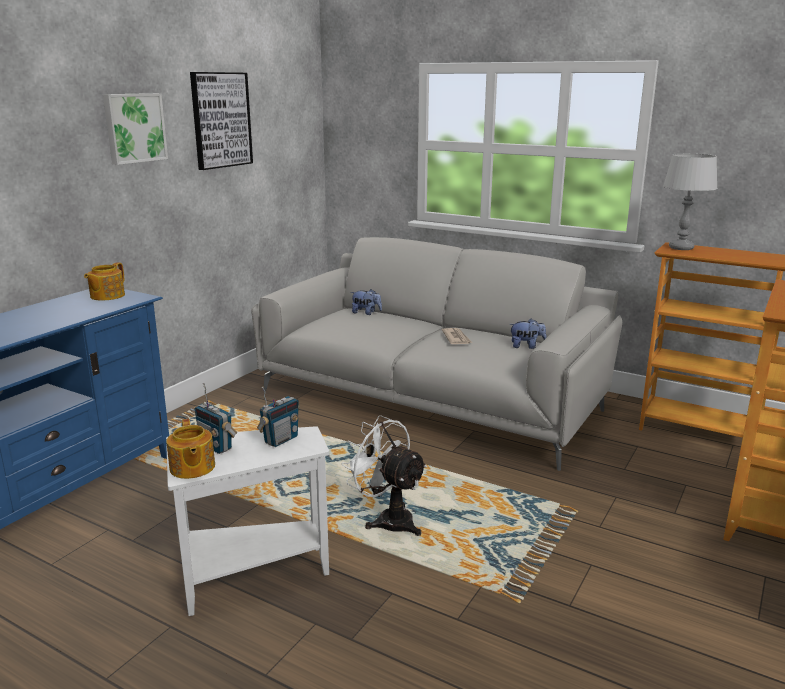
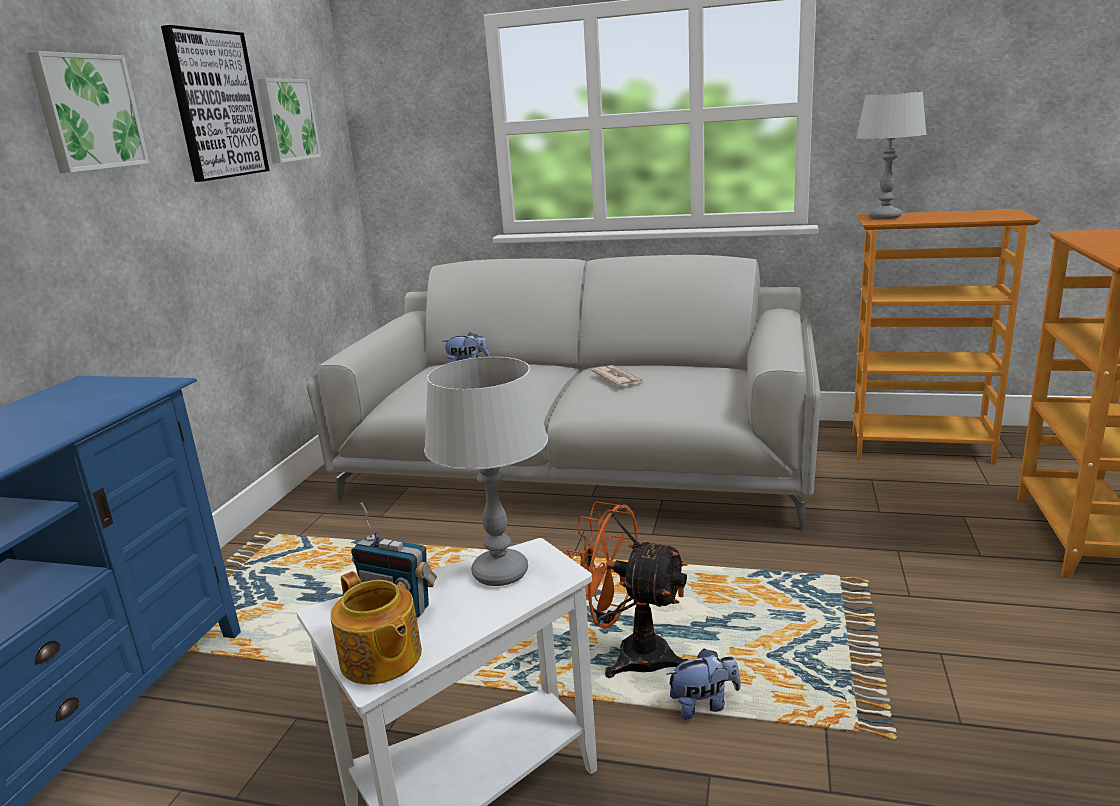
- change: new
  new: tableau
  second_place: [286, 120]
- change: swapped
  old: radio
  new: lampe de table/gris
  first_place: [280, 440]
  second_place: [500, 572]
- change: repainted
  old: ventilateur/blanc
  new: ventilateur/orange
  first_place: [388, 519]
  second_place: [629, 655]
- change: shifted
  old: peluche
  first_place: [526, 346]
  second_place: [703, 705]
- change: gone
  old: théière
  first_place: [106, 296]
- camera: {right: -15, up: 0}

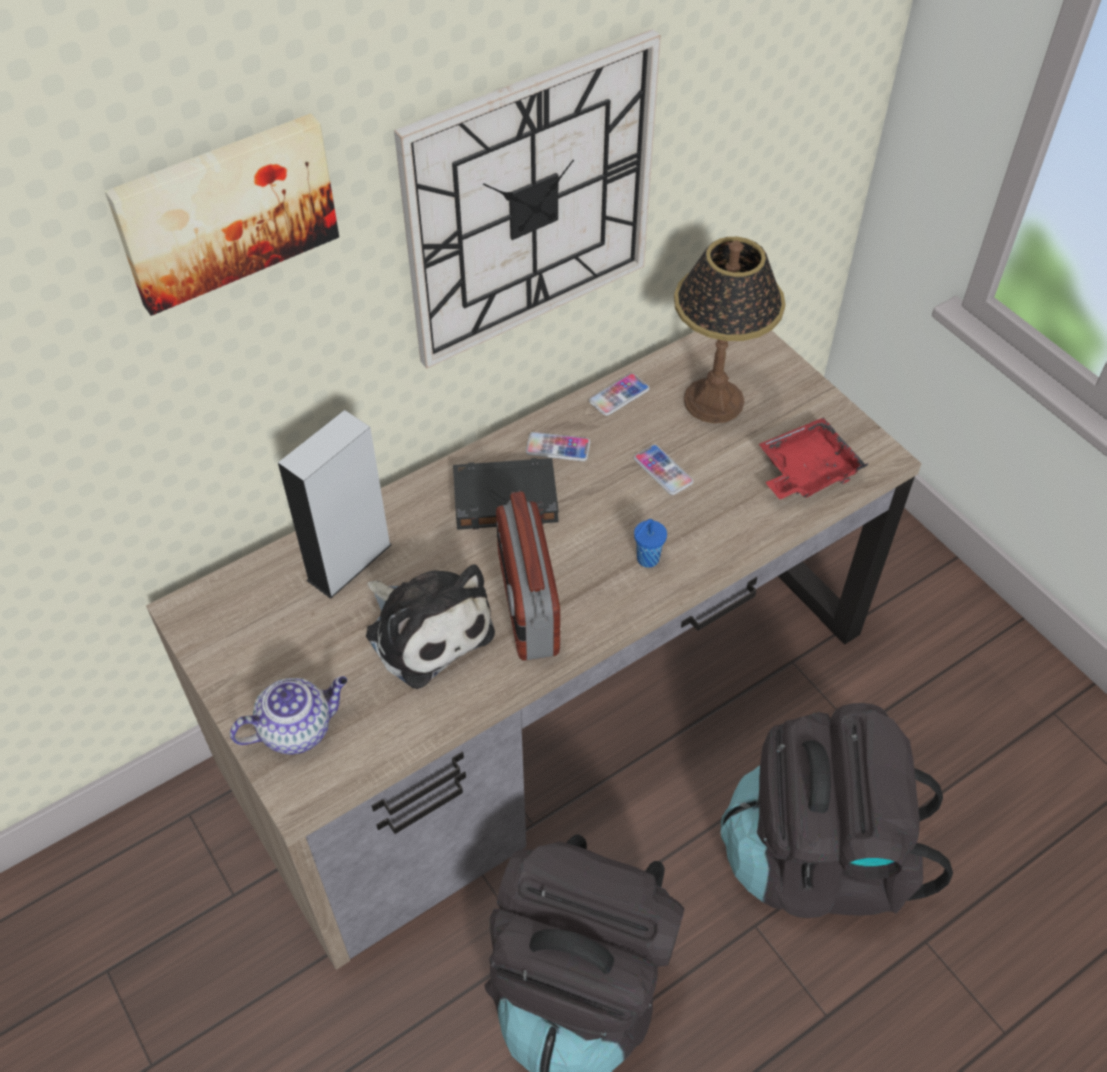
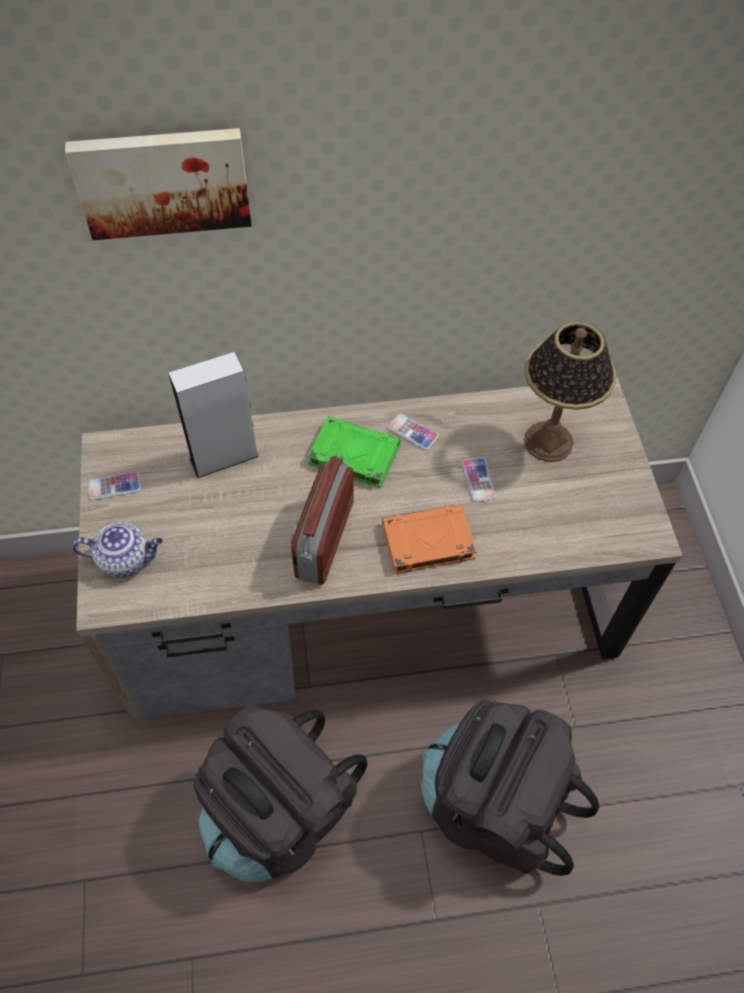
- change: shifted
  old: téléphone
  first_place: [619, 395]
  second_place: [114, 486]
- change: repainted
  old: livre/noir
  new: livre/vert
  first_place: [504, 499]
  second_place: [353, 455]
- change: swapped
  old: tasse/bleu
  new: livre/orange
  first_place: [646, 560]
  second_place: [426, 542]
- change: gone
  old: peluche
  first_place: [426, 629]
- change: gone
  old: horloge murale
  first_place: [530, 203]
- change: gone
  old: plateau/rouge
  first_place: [806, 471]
- camera: {right: 25, up: 5}

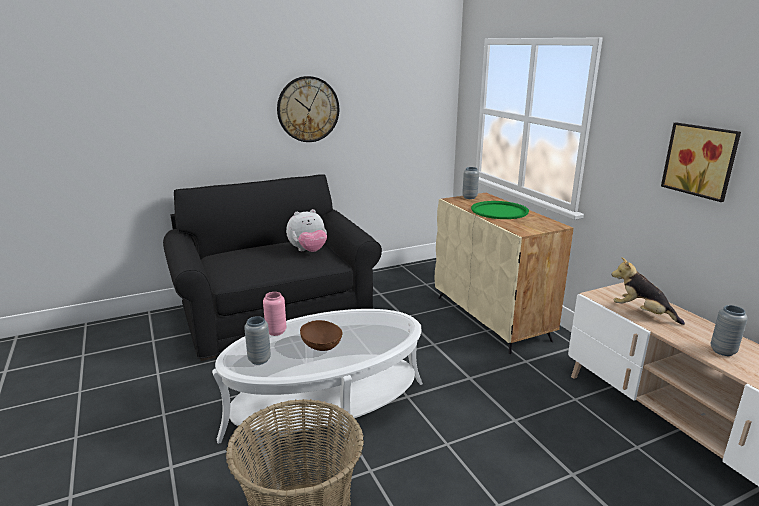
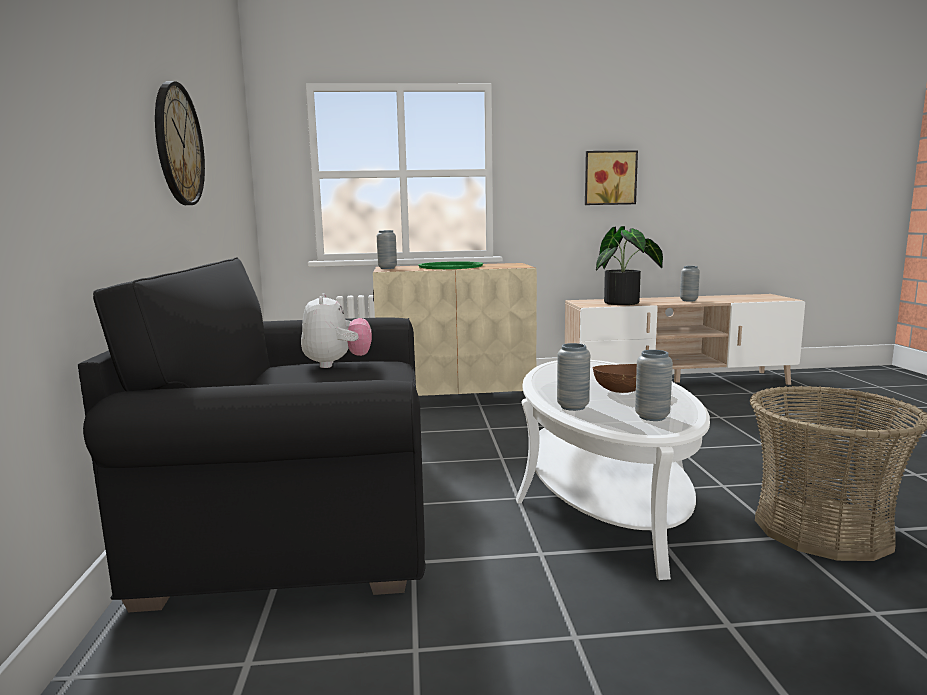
- change: repainted
  old: vase/rose
  new: vase/gris
  first_place: [276, 332]
  second_place: [572, 407]
- change: swapped
  old: peluche
  new: plante en pot
  first_place: [642, 313]
  second_place: [626, 303]
- camera: {right: -70, up: -10}

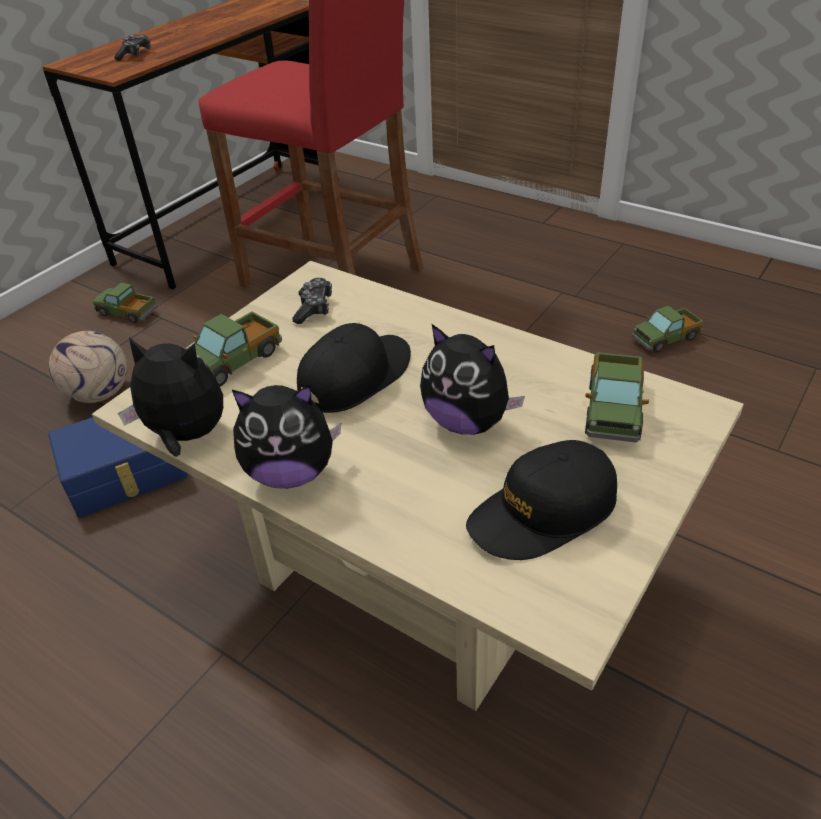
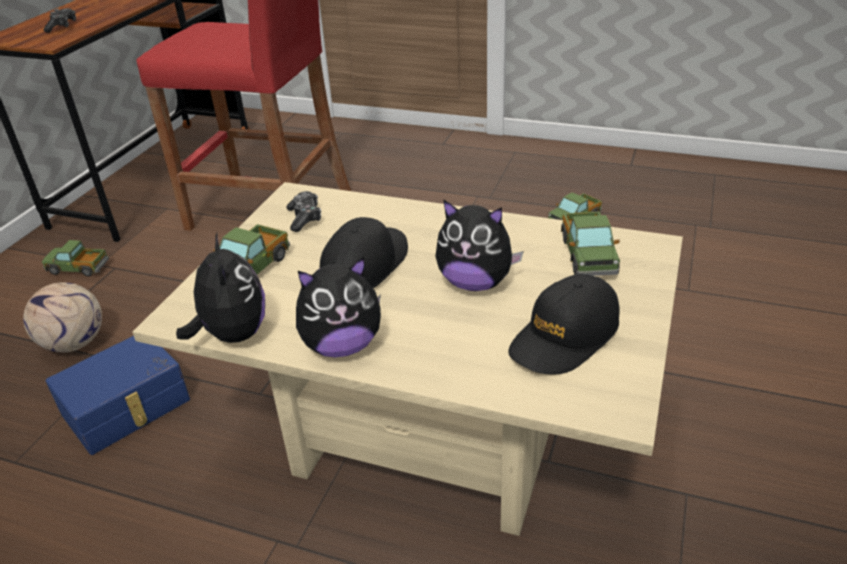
- change: rotated
  old: peluche
  first_place: [185, 436]
  second_place: [232, 334]
  degrees: 75
- camera: {right: -15, up: -5}

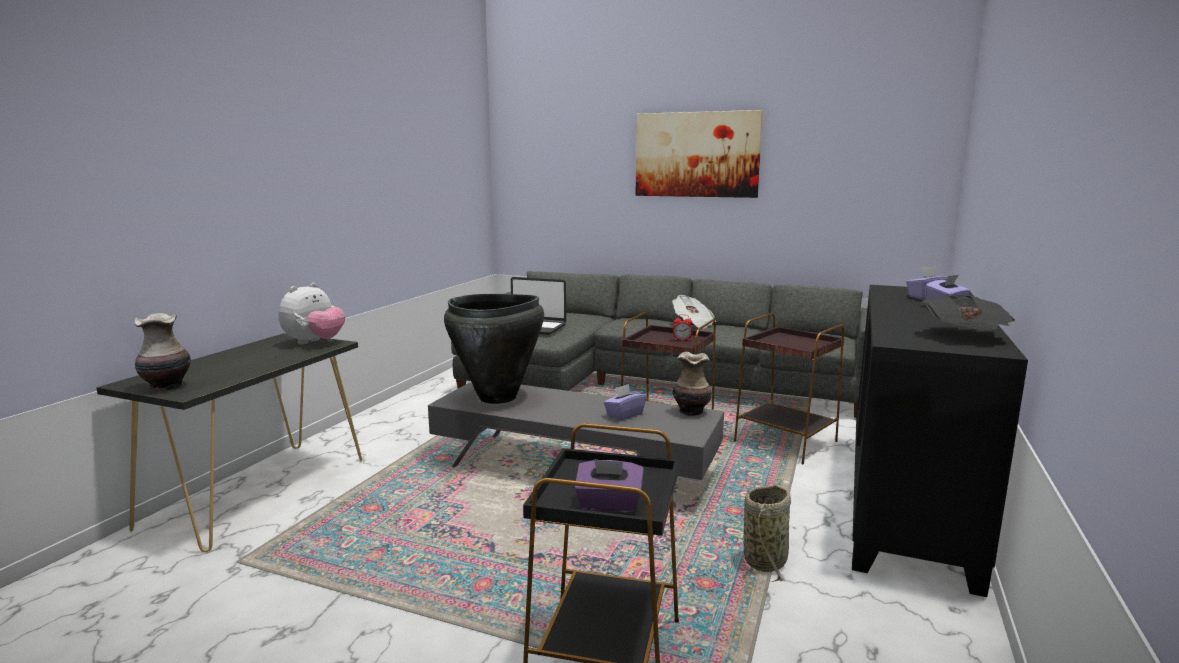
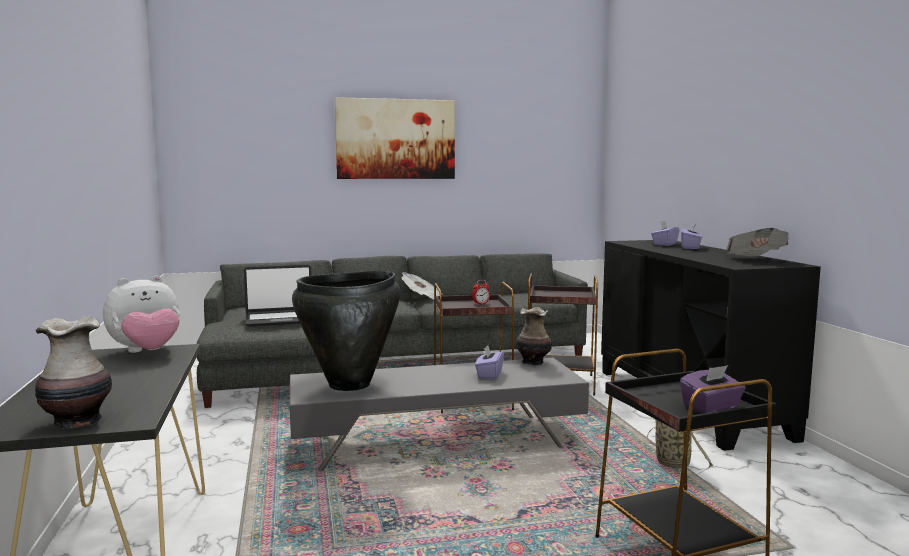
- change: rotated
  old: peluche
  first_place: [314, 342]
  second_place: [147, 352]
  degrees: 60
- camera: {right: -35, up: -5}

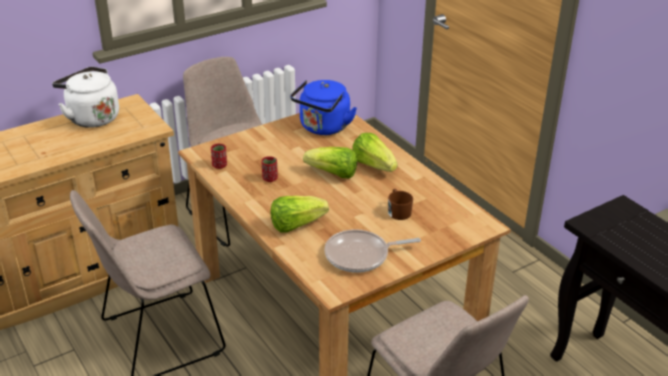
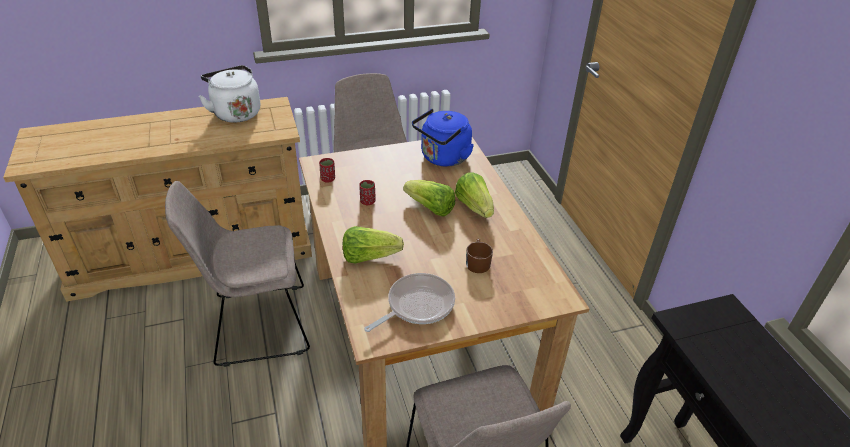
- change: rotated
  old: poêle
  first_place: [361, 255]
  second_place: [417, 305]
  degrees: 135
- camera: {right: 15, up: 5}

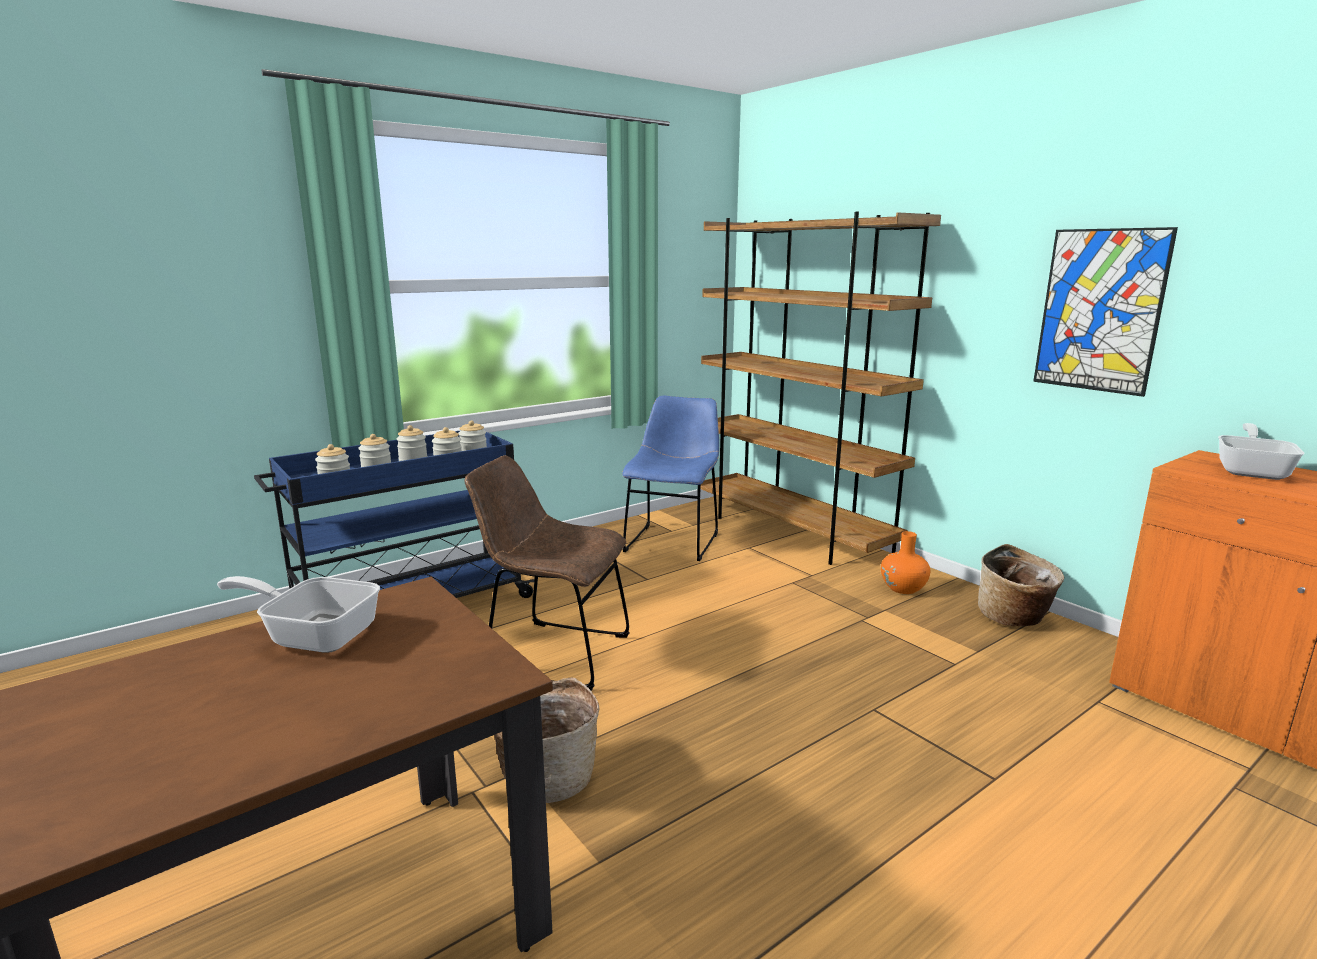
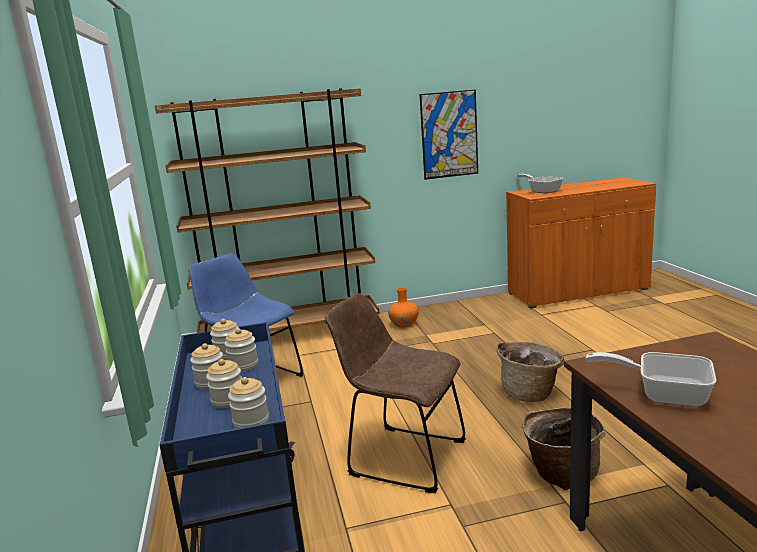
- change: rotated
  old: chaise/marron
  first_place: [553, 654]
  second_place: [402, 457]
  degrees: 75
- change: shifted
  old: panier
  first_place: [1014, 618]
  second_place: [530, 393]
- change: rotated
  old: poêle
  first_place: [314, 634]
  second_place: [663, 393]
  degrees: 75
- camera: {right: -65, up: 0}

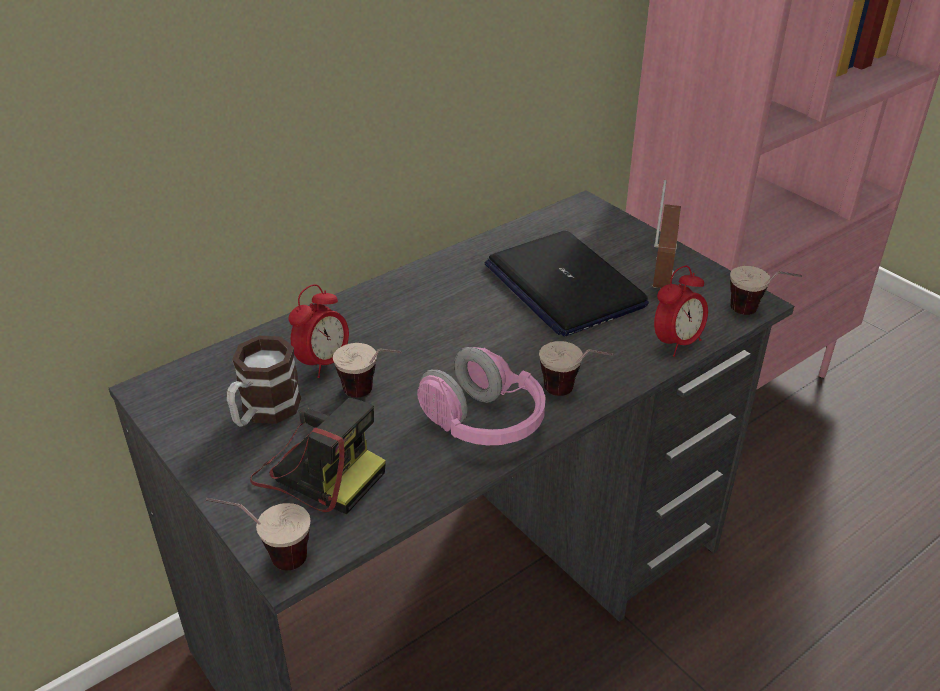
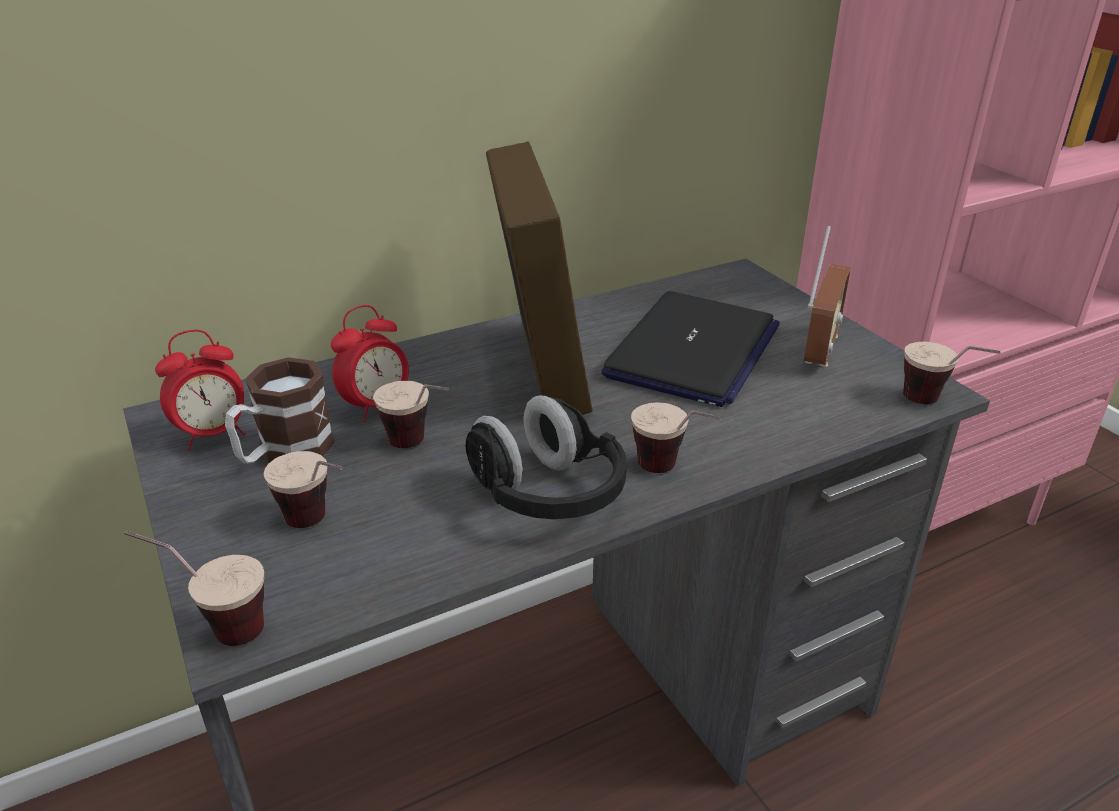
- change: shifted
  old: réveil
  first_place: [676, 343]
  second_place: [213, 435]
- change: swapped
  old: appareil photo
  new: tasse
  first_place: [317, 470]
  second_place: [320, 527]
- change: repainted
  old: casque audio/rose
  new: casque audio/noir
  first_place: [483, 422]
  second_place: [547, 493]
- change: new
  new: cadre photo
  second_place: [539, 368]
- change: rotated
  old: ordinateur portable
  first_place: [563, 285]
  second_place: [693, 351]
  degrees: -135
- camera: {right: 10, up: -5}

